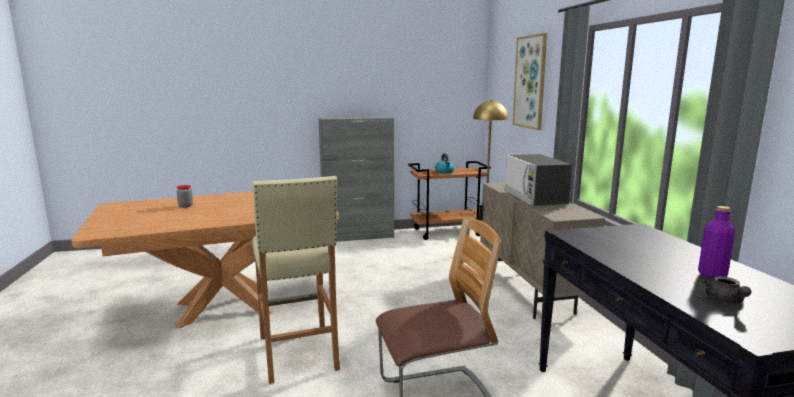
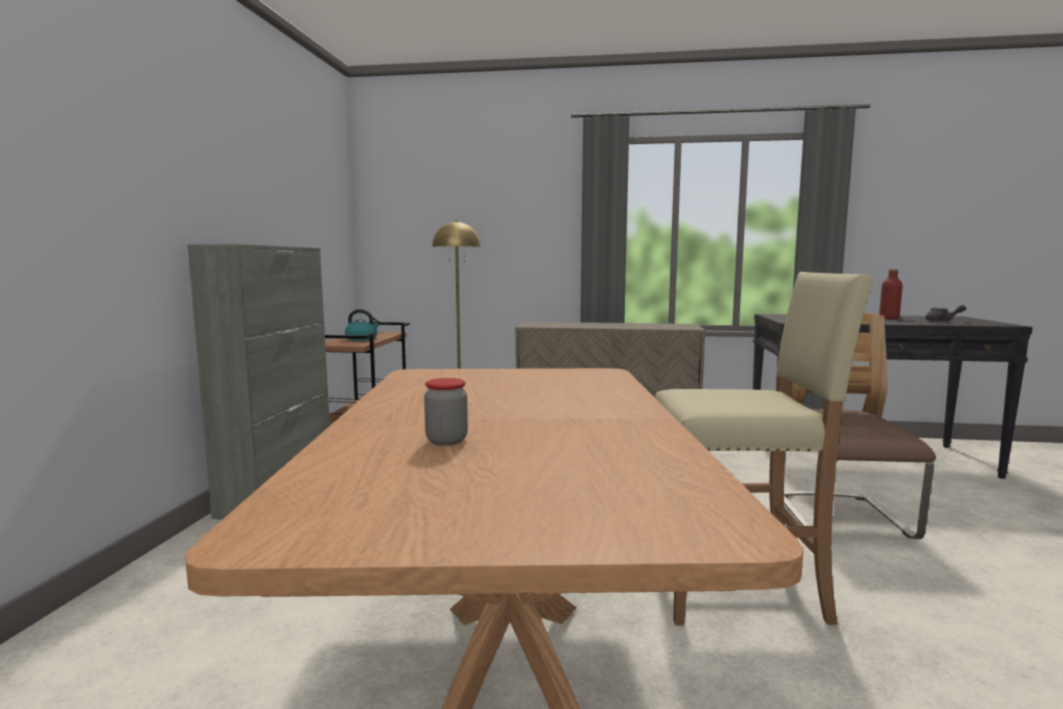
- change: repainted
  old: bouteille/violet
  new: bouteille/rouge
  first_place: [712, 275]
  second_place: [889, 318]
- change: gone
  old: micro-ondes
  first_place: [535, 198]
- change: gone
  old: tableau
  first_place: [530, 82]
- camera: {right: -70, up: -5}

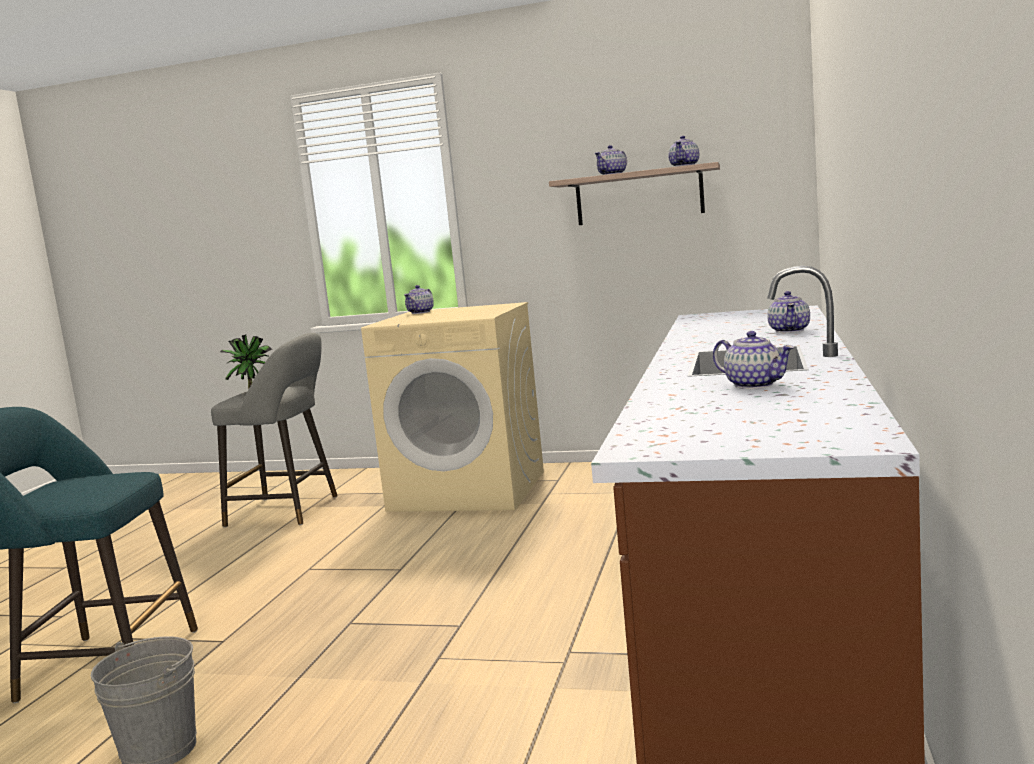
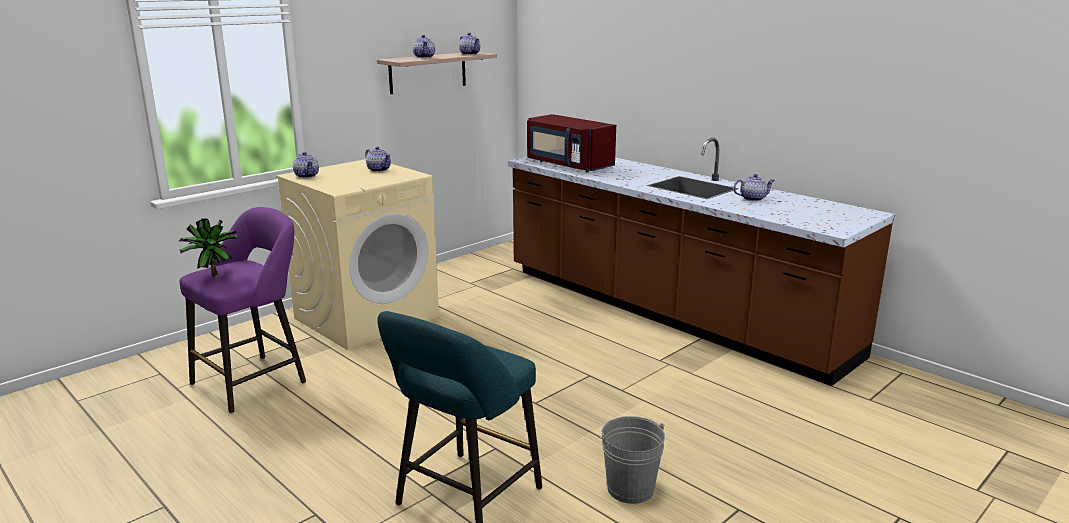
- change: repainted
  old: tabouret/gris
  new: tabouret/violet
  first_place: [288, 511]
  second_place: [254, 381]
- change: shifted
  old: théière
  first_place: [789, 330]
  second_place: [379, 170]
- change: new
  new: micro-ondes/rouge
  second_place: [568, 165]
- camera: {right: -60, up: 10}

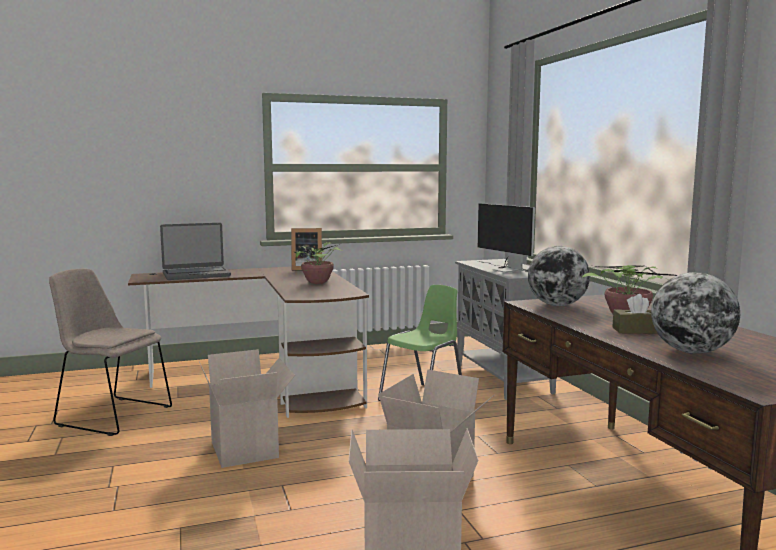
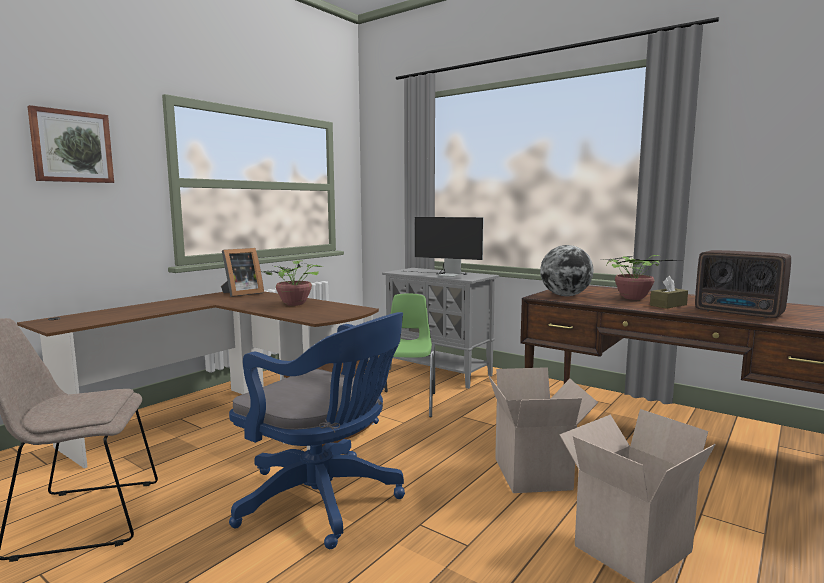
- change: new
  new: tableau
  second_place: [71, 146]
- change: swapped
  old: carton
  new: chaise de bureau/bleu
  first_place: [247, 449]
  second_place: [325, 501]
- change: swapped
  old: globe
  new: radio
  first_place: [691, 352]
  second_place: [740, 313]
- change: gone
  old: ordinateur portable
  first_place: [196, 274]
- camera: {right: -35, up: 0}

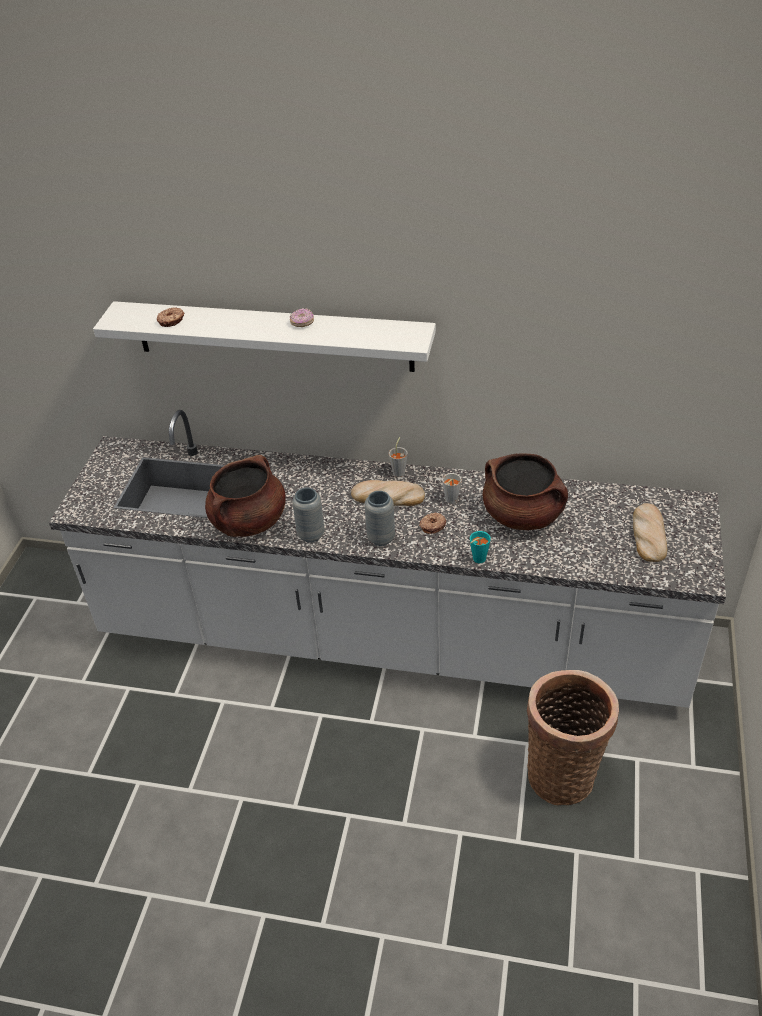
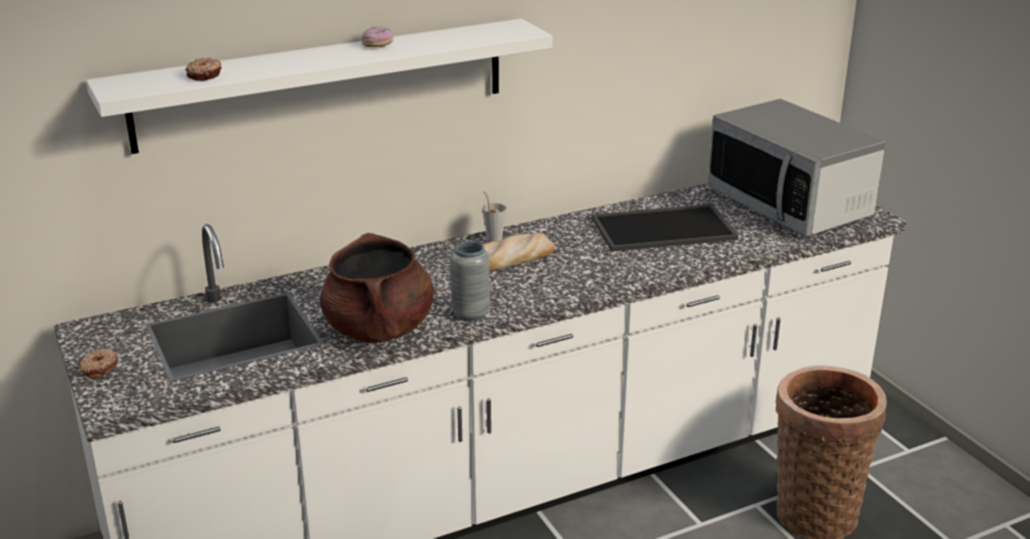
- change: shifted
  old: beignet
  first_place: [432, 526]
  second_place: [98, 368]
- change: swapped
  old: marmite/marron
  new: plateau
  first_place: [523, 515]
  second_place: [664, 228]
- change: swapped
  old: pain
  new: micro-ondes
  first_place: [648, 535]
  second_place: [789, 205]
- change: gone
  old: vase/gris
  first_place: [381, 538]
- change: gone
  old: tasse/gris
  first_place: [450, 501]
- change: gone
  old: tasse/turquoise
  first_place: [477, 560]
- camera: {right: -40, up: -15}

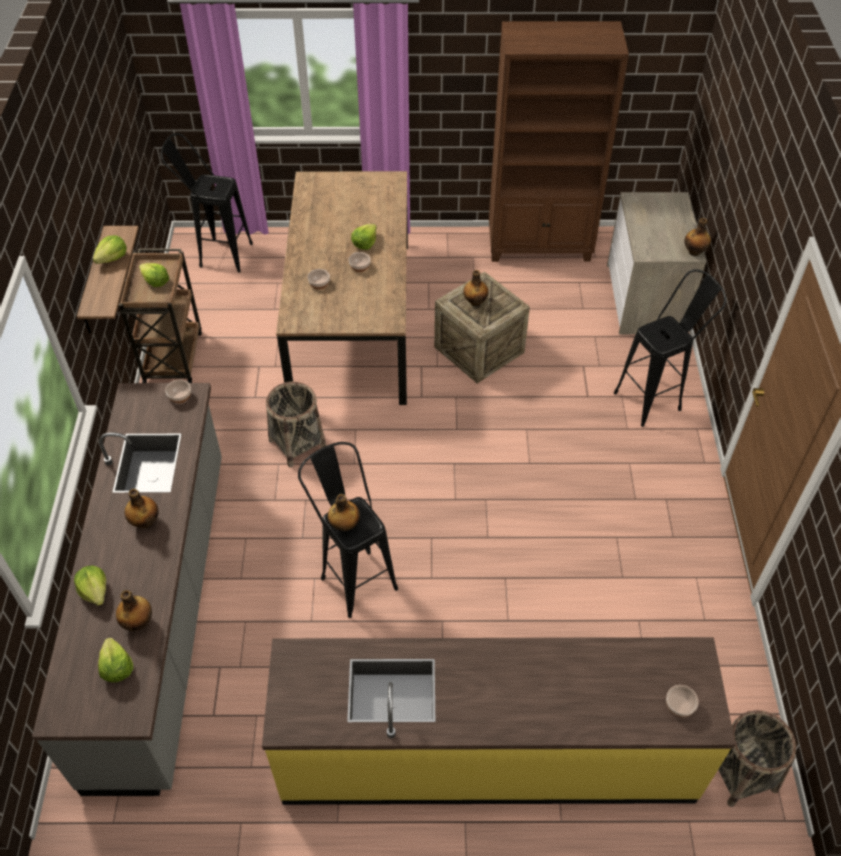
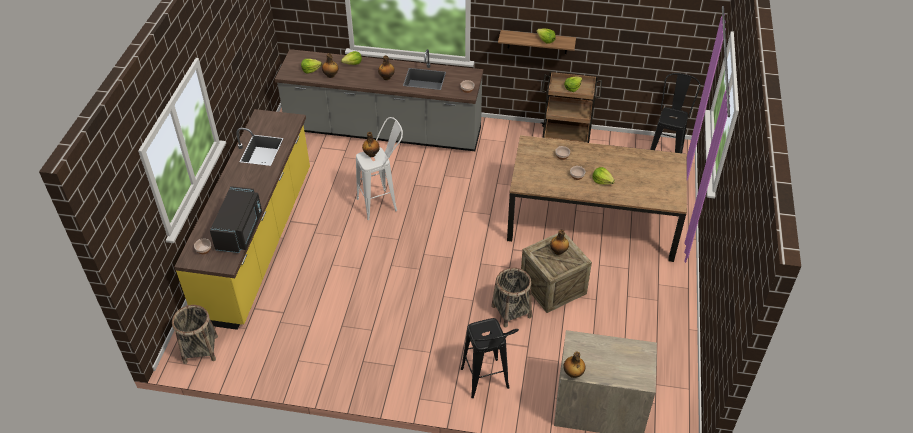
- change: new
  new: micro-ondes/noir
  second_place: [240, 231]
- change: repainted
  old: tabouret/noir
  new: tabouret/blanc
  first_place: [353, 575]
  second_place: [383, 203]
- change: shifted
  old: panier
  first_place: [297, 444]
  second_place: [511, 311]
- change: gone
  old: bibliothèque/marron
  first_place: [540, 246]
- camera: {right: 100, up: -5}

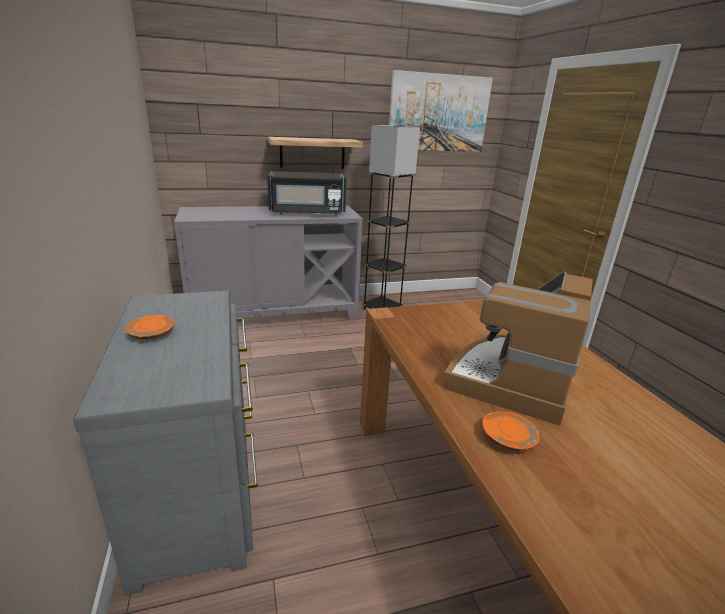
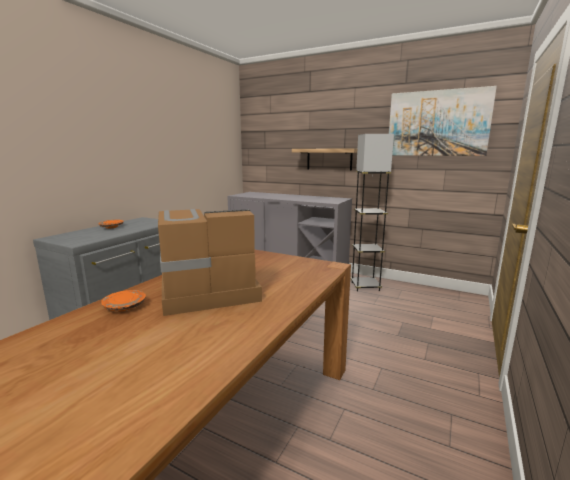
- change: gone
  old: micro-ondes/noir
  first_place: [307, 212]
- camera: {right: 45, up: -10}

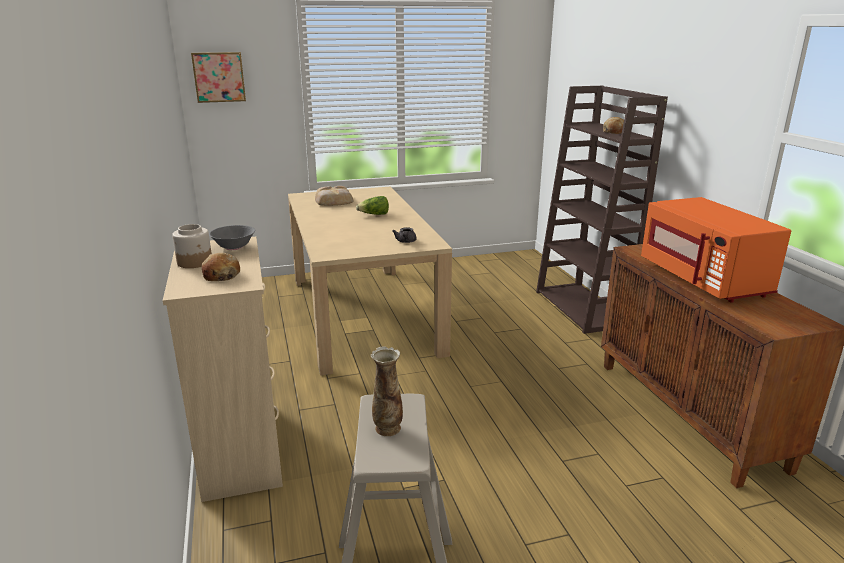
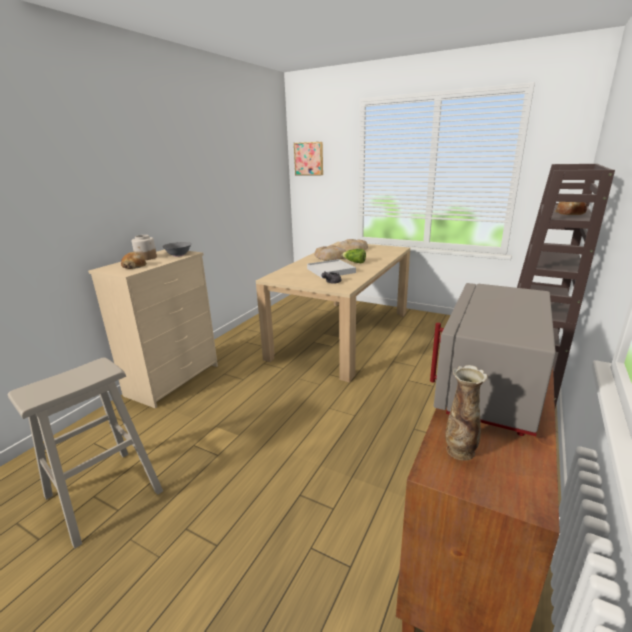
- change: new
  new: plateau/blanc
  second_place: [331, 271]
- change: new
  new: pain
  second_place: [330, 257]
- change: repainted
  old: micro-ondes/orange
  new: micro-ondes/gris
  first_place: [704, 279]
  second_place: [490, 387]
- change: shifted
  old: vase
  first_place: [387, 429]
  second_place: [459, 451]
- camera: {right: 45, up: 0}

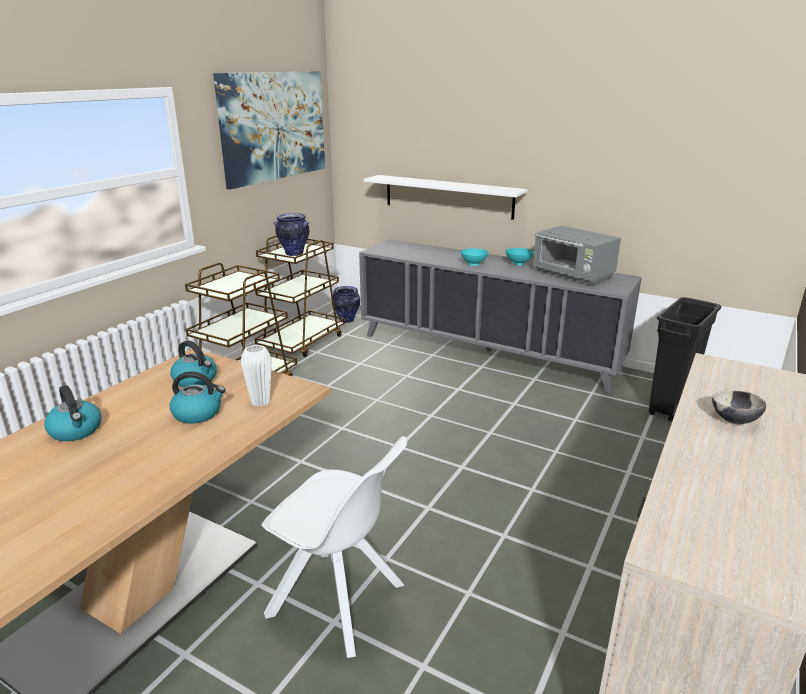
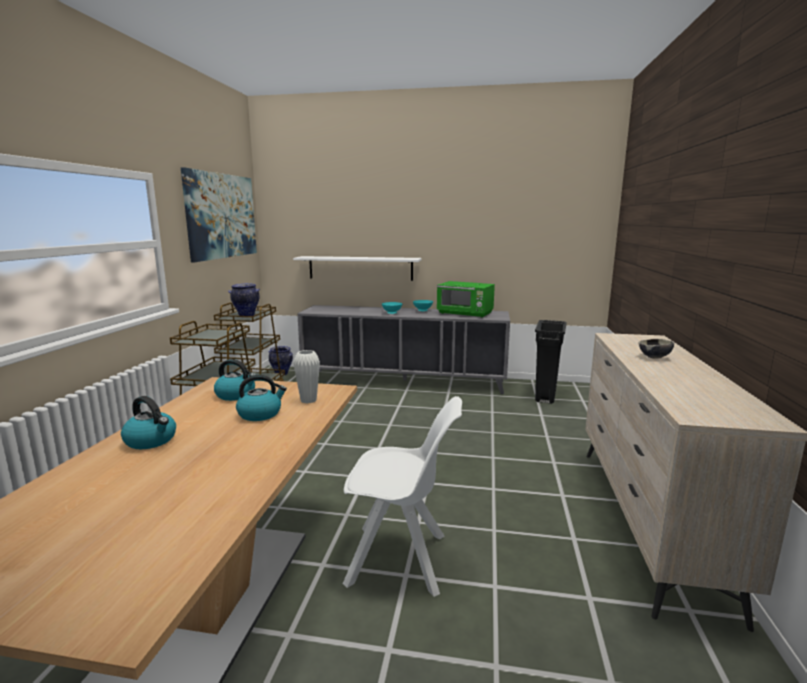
- change: repainted
  old: micro-ondes/gris
  new: micro-ondes/vert
  first_place: [573, 276]
  second_place: [465, 314]
- camera: {right: -20, up: -10}

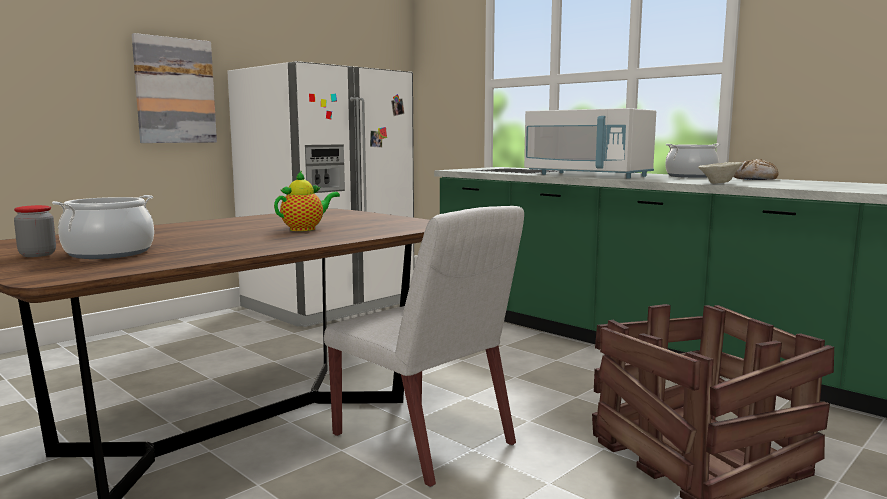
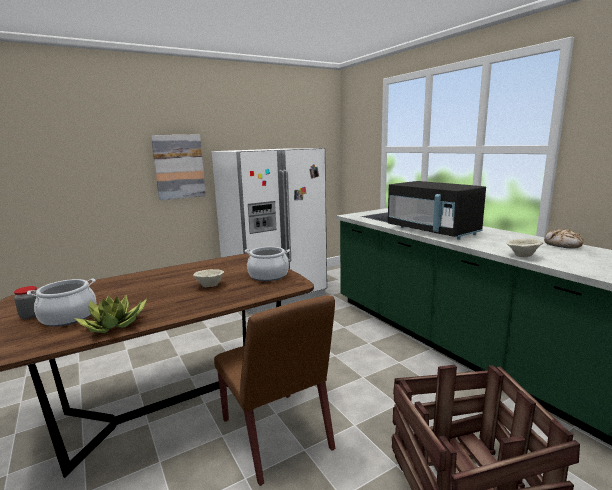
- change: new
  new: plante en pot
  second_place: [114, 324]
- change: swapped
  old: théière
  new: bol/beige
  first_place: [305, 229]
  second_place: [209, 286]
- change: repainted
  old: chaise/blanc
  new: chaise/marron
  first_place: [424, 440]
  second_place: [277, 435]
- change: shifted
  old: marmite
  first_place: [690, 176]
  second_place: [268, 275]
- change: repainted
  old: micro-ondes/blanc
  new: micro-ondes/noir
  first_place: [587, 175]
  second_place: [432, 231]
- camera: {right: 15, up: 5}

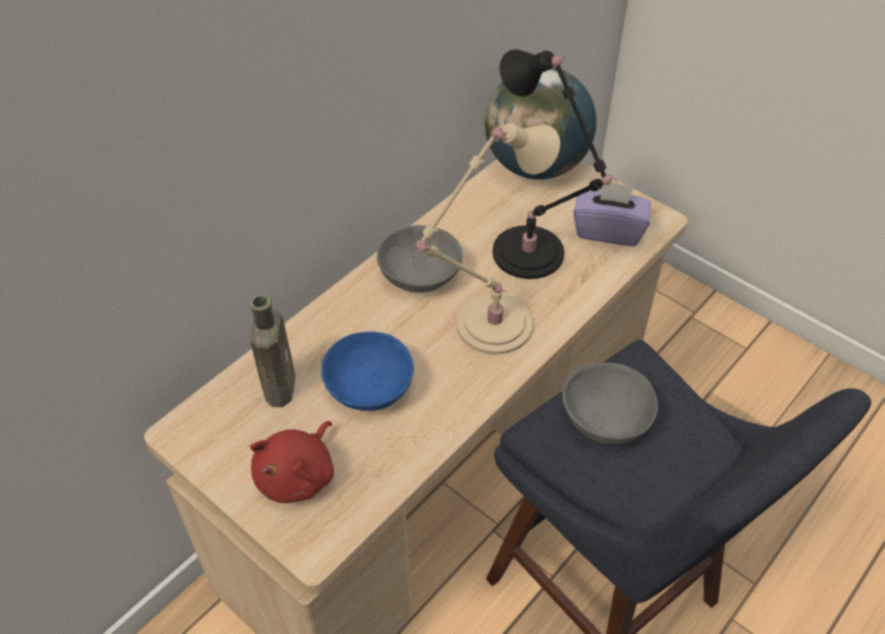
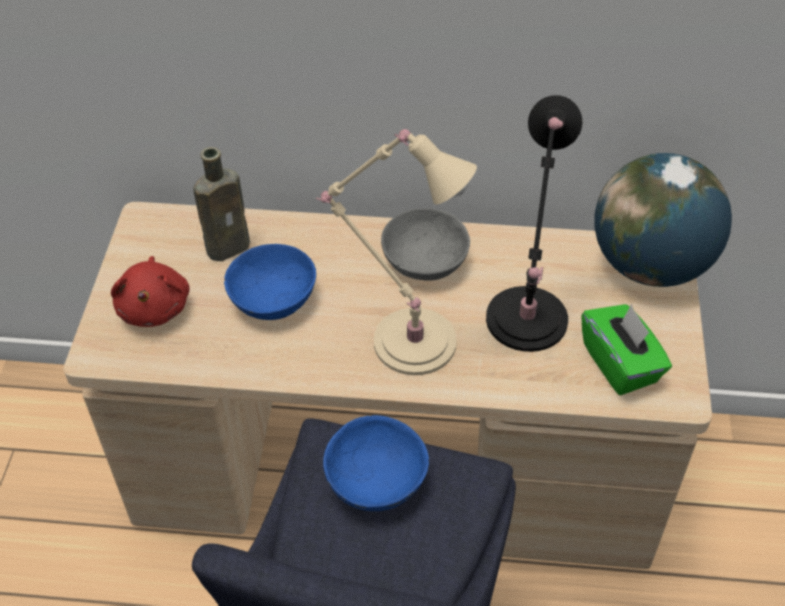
- change: rotated
  old: peluche/rouge
  first_place: [298, 475]
  second_place: [155, 307]
  degrees: -90
- change: repainted
  old: bol/gris
  new: bol/bleu
  first_place: [605, 420]
  second_place: [374, 480]
- change: repainted
  old: boîte à mouchoirs/violet
  new: boîte à mouchoirs/vert
  first_place: [608, 230]
  second_place: [620, 364]
- camera: {right: 55, up: 0}

